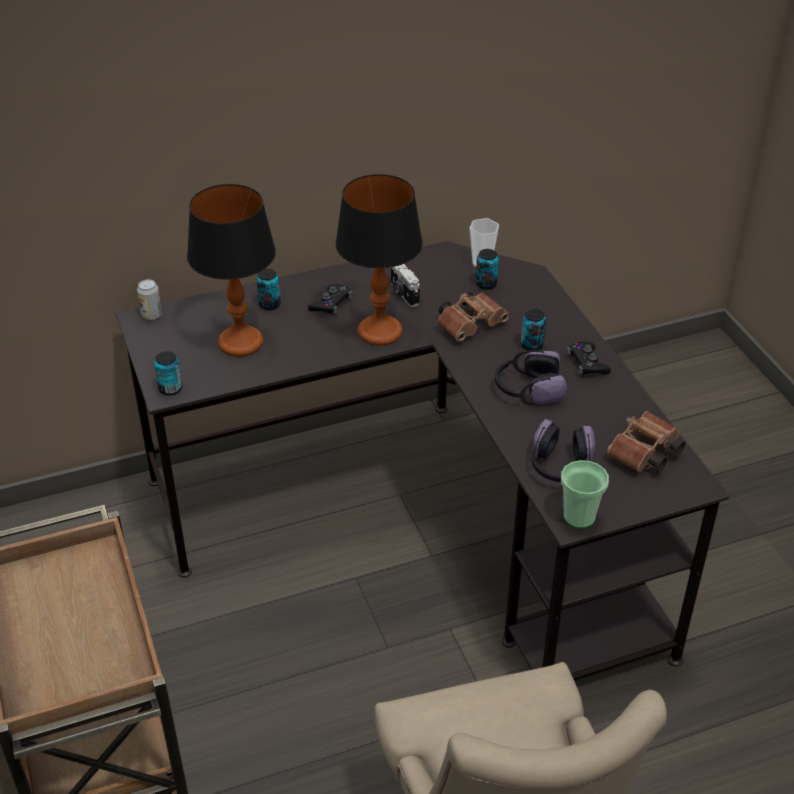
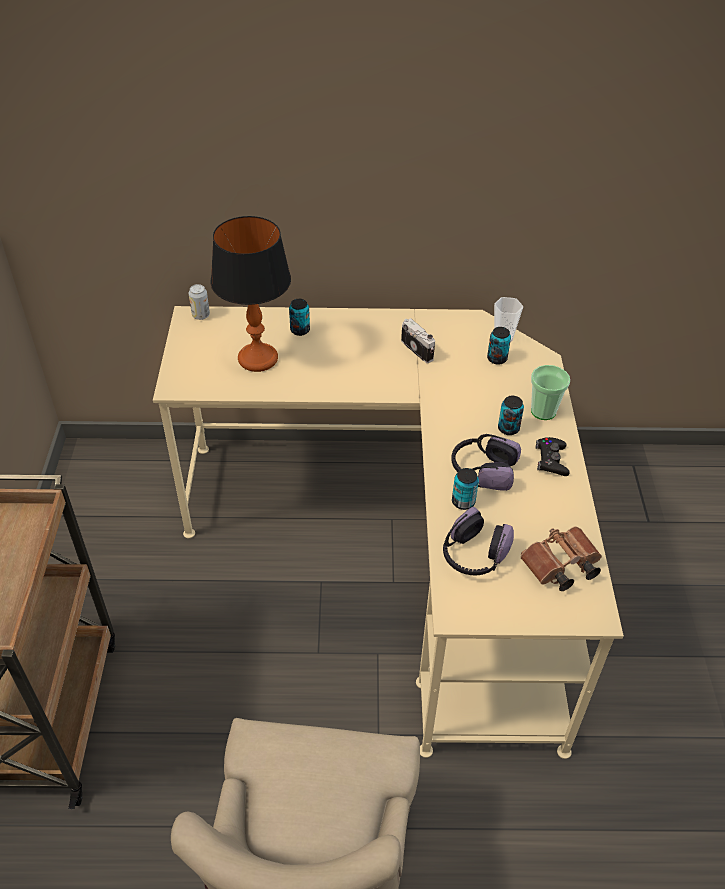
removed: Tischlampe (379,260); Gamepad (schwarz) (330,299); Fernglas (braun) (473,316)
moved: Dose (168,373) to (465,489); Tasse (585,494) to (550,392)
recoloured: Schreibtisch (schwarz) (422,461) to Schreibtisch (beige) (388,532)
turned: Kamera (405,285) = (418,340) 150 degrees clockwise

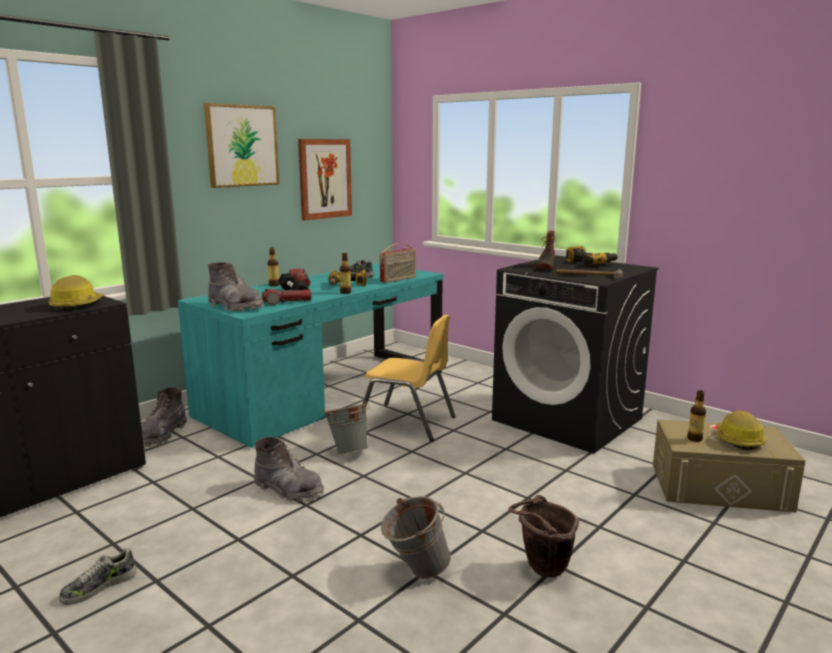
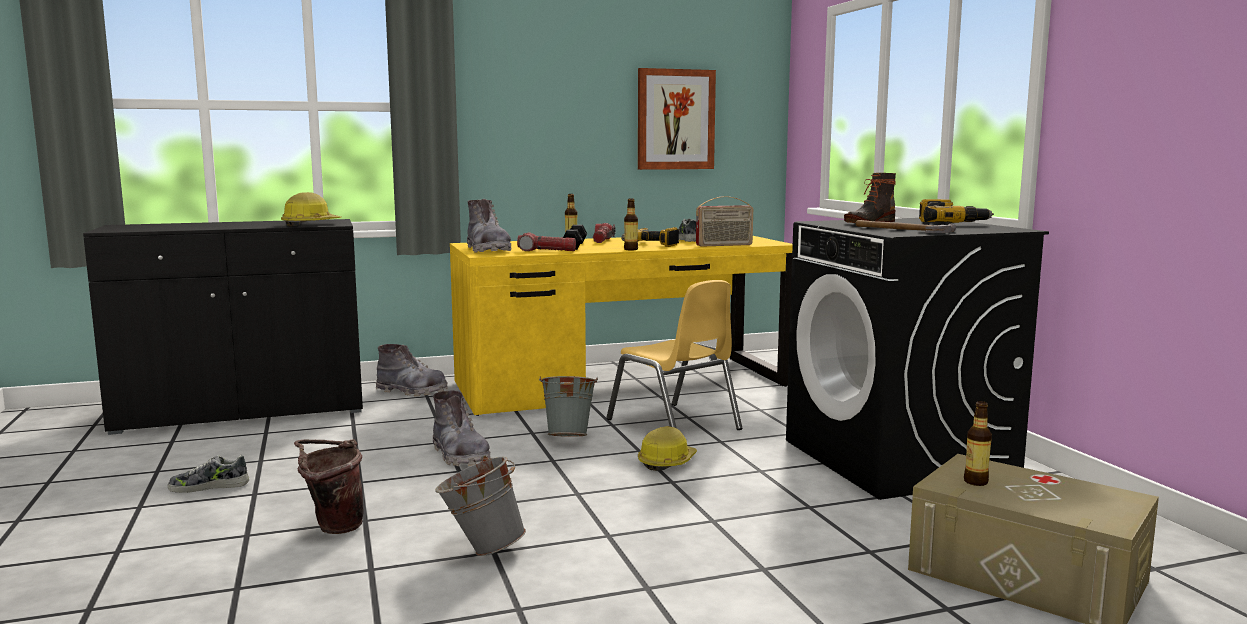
removed: Bild (241,145)
moved: Schutzhelm (741,430) to (667,448); Eimer (braun) (543,536) to (329,487)
recoloured: Schreibtisch (türkis) (310,355) to Schreibtisch (gelb) (623,326)
turned: Stiefel (grau) (164,417) = (412,370) 120 degrees counterclockwise

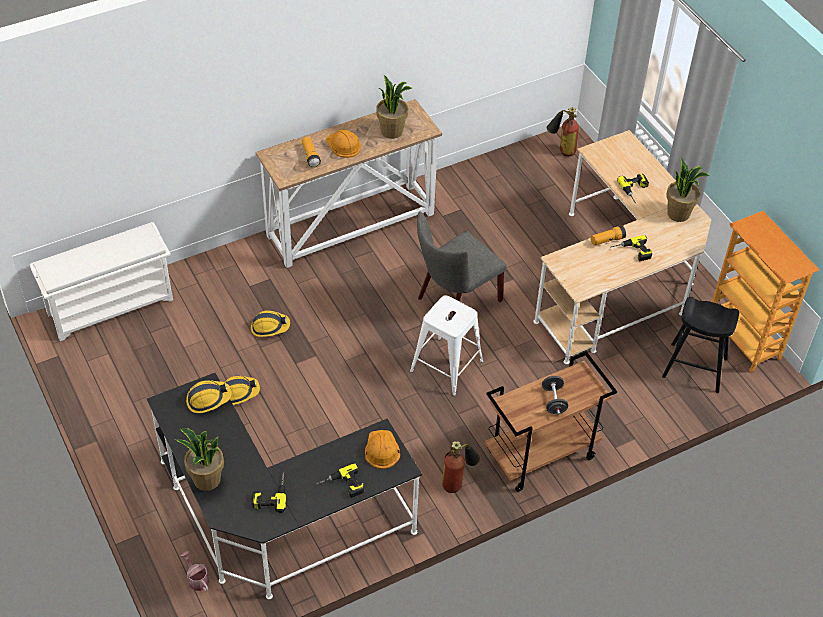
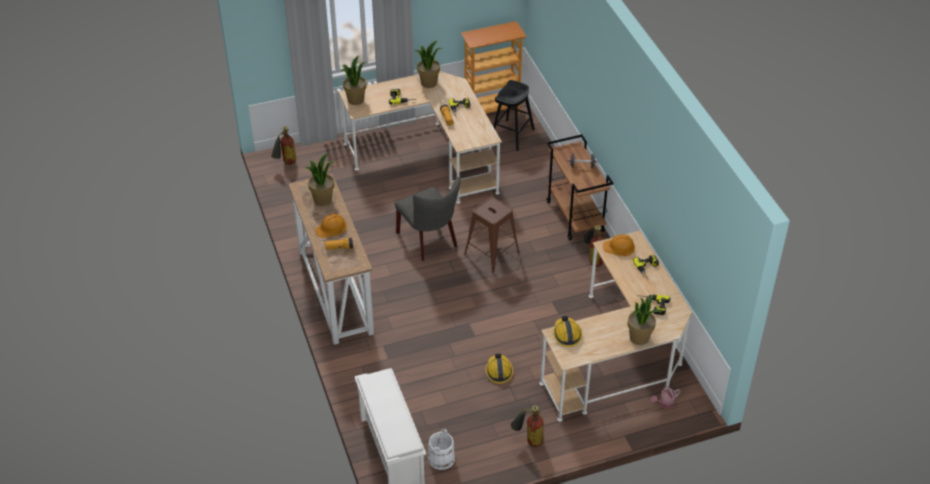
removed: Schutzhelm (270,323)
added: Topfpflanze (353,80); Feuerlöscher (527,426); Eimer (weiß) (441,449)
recoloured: Hocker (weiß) (446,345) to Hocker (braun) (491,235); Schreibtisch (schwarz) (284,486) to Schreibtisch (beige) (615,326)

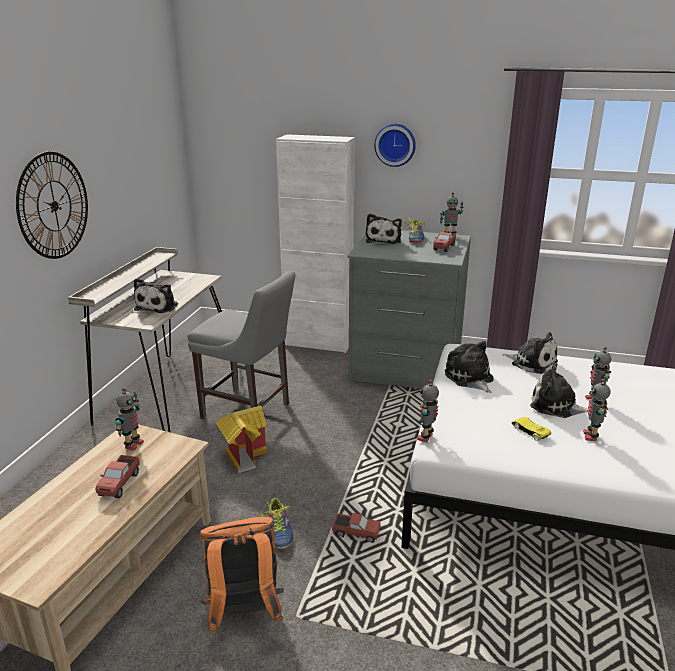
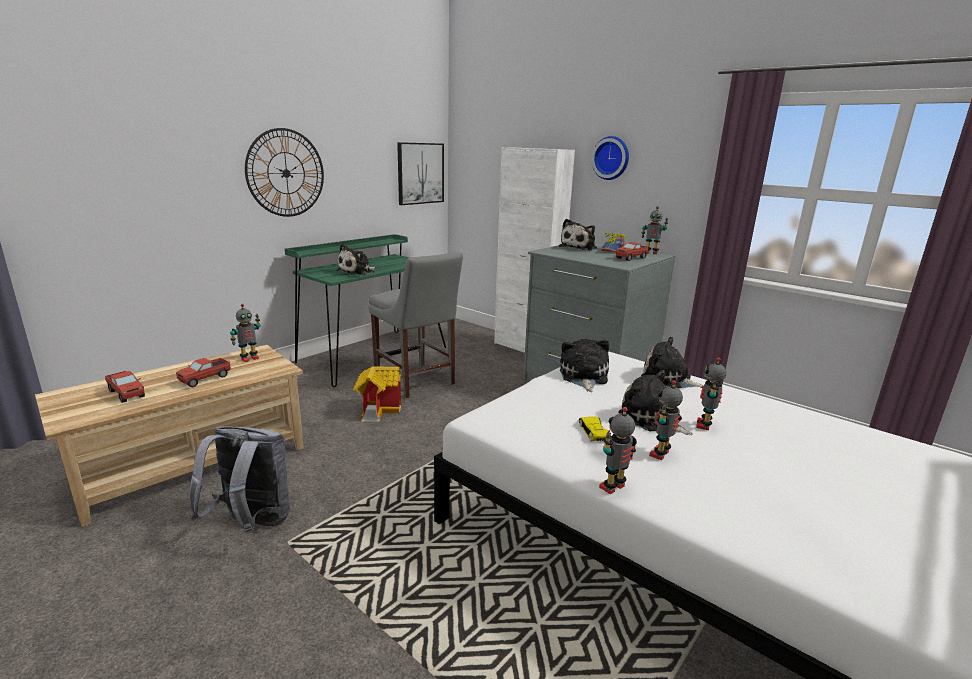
removed: Schuh (277,524)
added: Bild (420,173)
moved: Spielzeugroboter (428,411) to (618,450); Spielzeuglaster (356,528) to (125,387)
recoloured: Schreibtisch (beige) (145,340) to Schreibtisch (grün) (365,311); Rucksack (orange) (242,575) to Rucksack (grau) (239,480)
turned: Plüschtier (530,353) = (672,362) 150 degrees clockwise

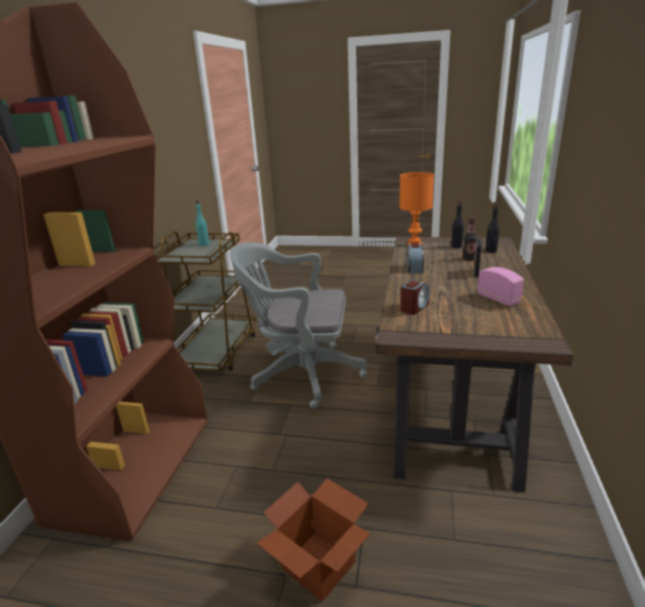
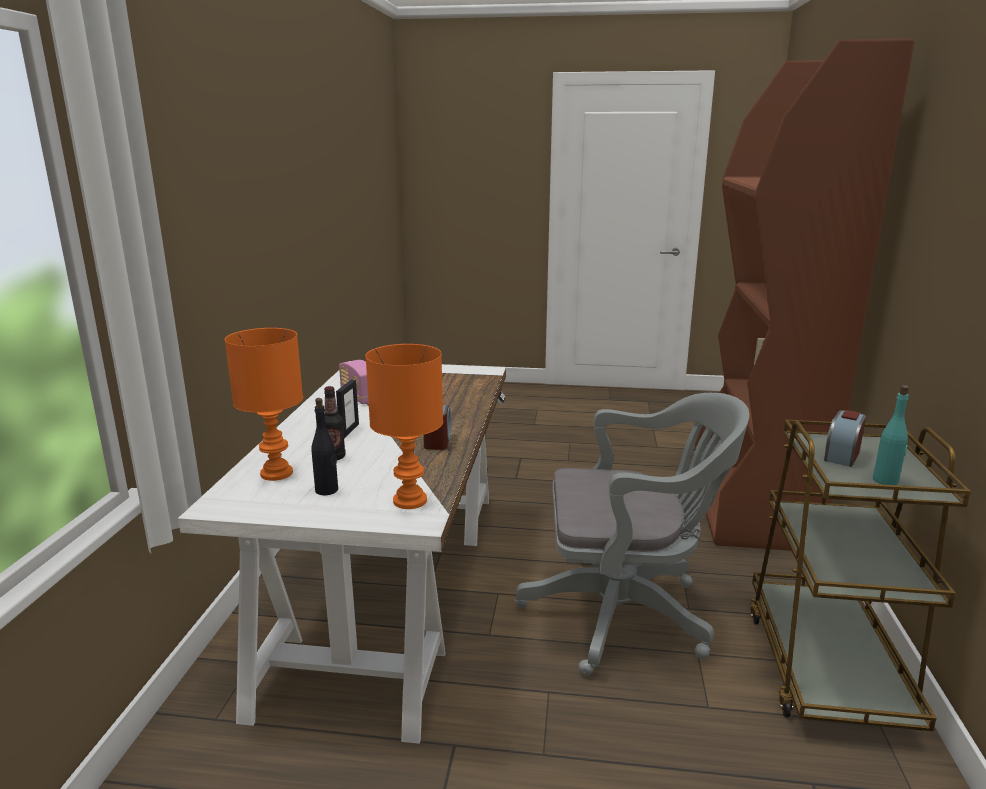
removed: Karton (314,540)
moved: Wecker (415,297) to (845,438)
replaced: Flasche (schwarz) (492,228) to Tischlampe (orange) (264,404)
recoloured: Schreibtisch (braun) (474,365) to Schreibtisch (weiß) (342,552)

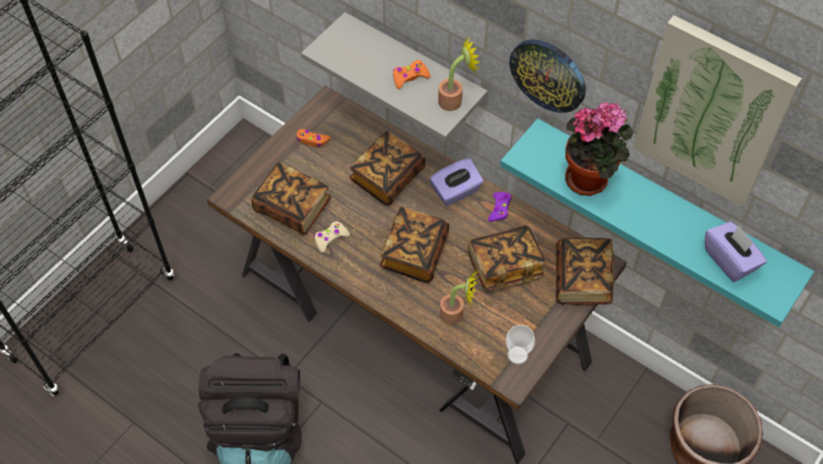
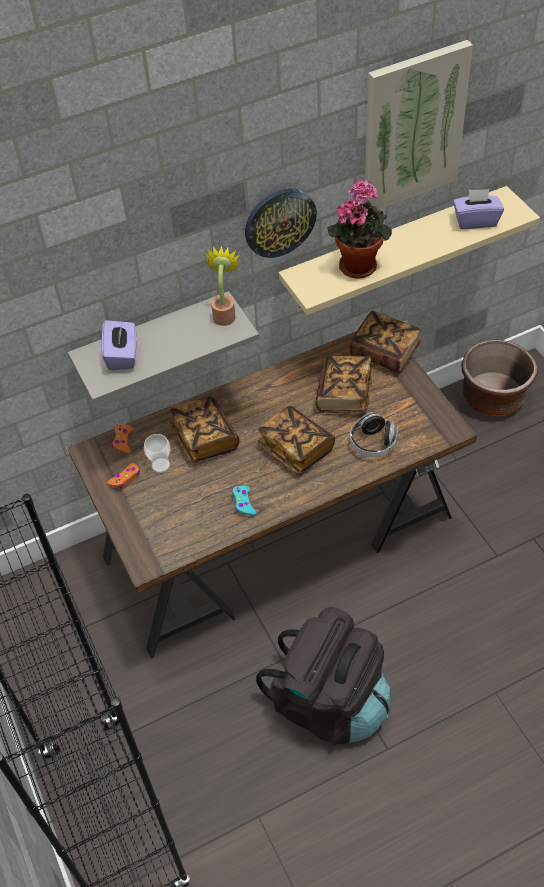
removed: Buch (291,198); Gamepad (lila) (499,207)
moved: Gamepad (orange) (411,74) to (123,439); Taschentuchbox (lila) (457,182) to (119,345); Tasse (520,345) to (157,453)
replaced: Topfpflanze (459,297) to Kopfhörer (374,434)
recoloured: Wandregal (türkis) (657,222) to Wandregal (beige) (409,250); Gamepad (beige) (332,237) to Gamepad (türkis) (244,501)

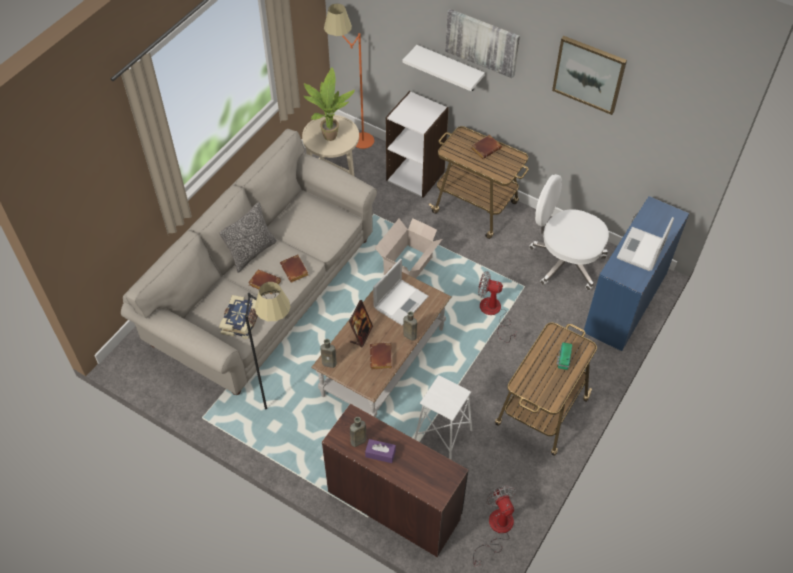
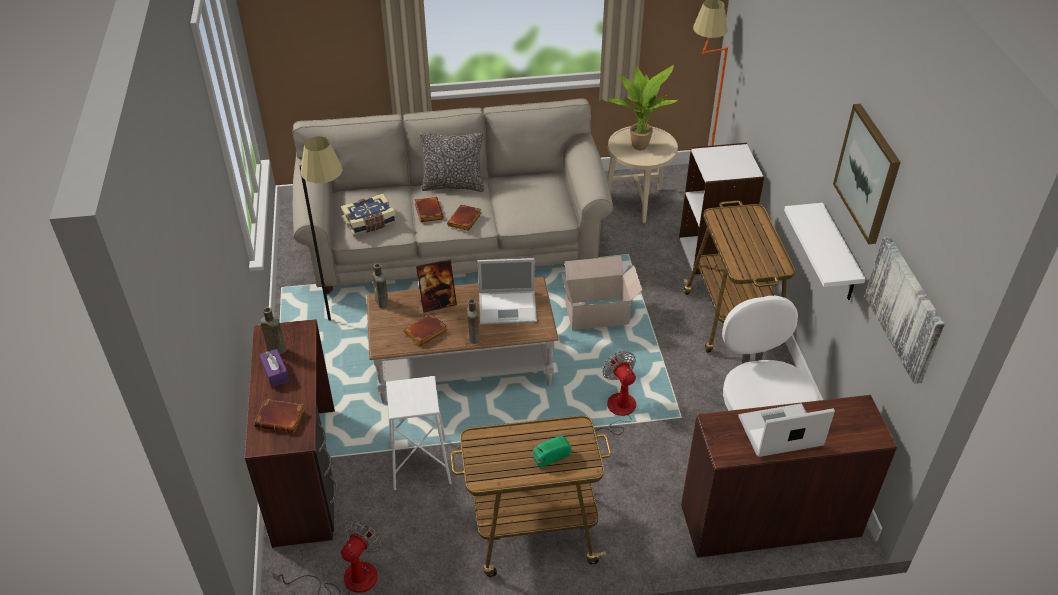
moved: Bild (482,43) to (905,310); Wandregal (weiß) (444,68) to (825,251); Buch (braun) (486,147) to (279,416)
recoloured: Schreibtisch (blau) (636,273) to Schreibtisch (braun) (789,476)

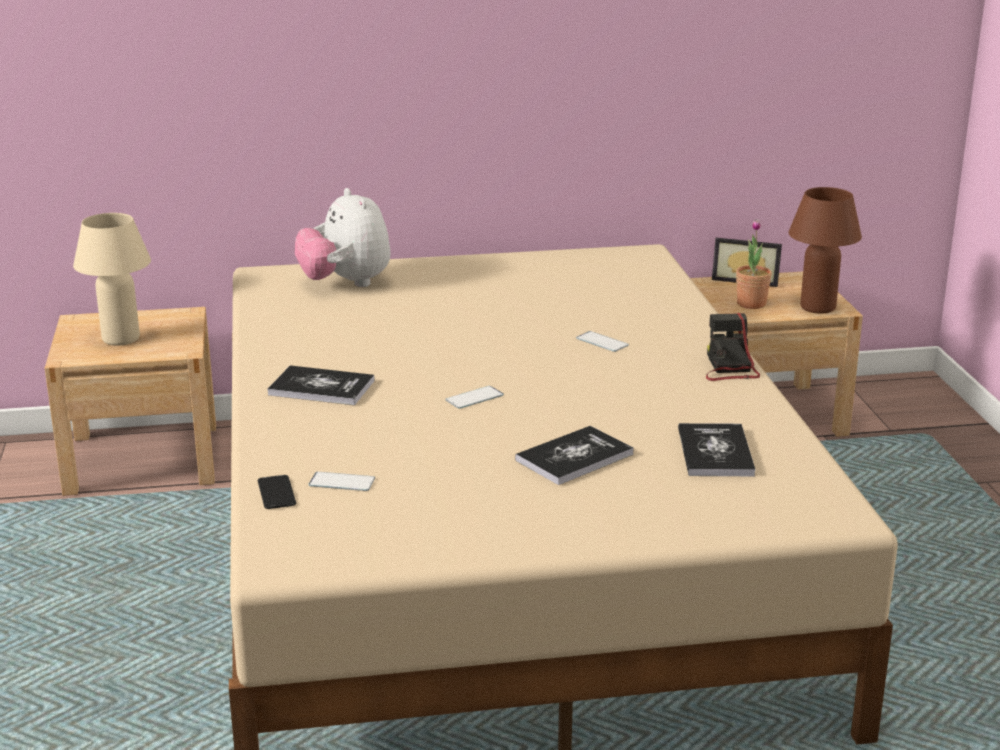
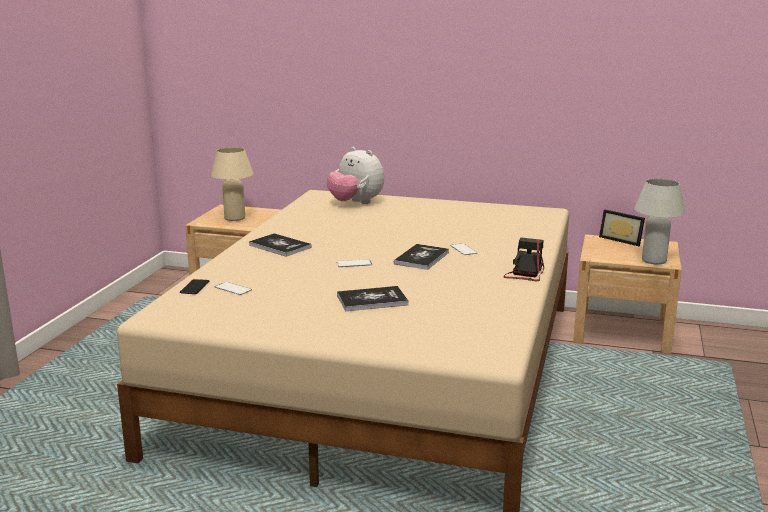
removed: Topfpflanze (754,264)
moved: Buch (717,449) to (421,257)
recoloured: Tischlampe (braun) (825,250) to Tischlampe (weiß) (660,221)
turned: Plüschtier (343,237) = (355,175) 45 degrees counterclockwise

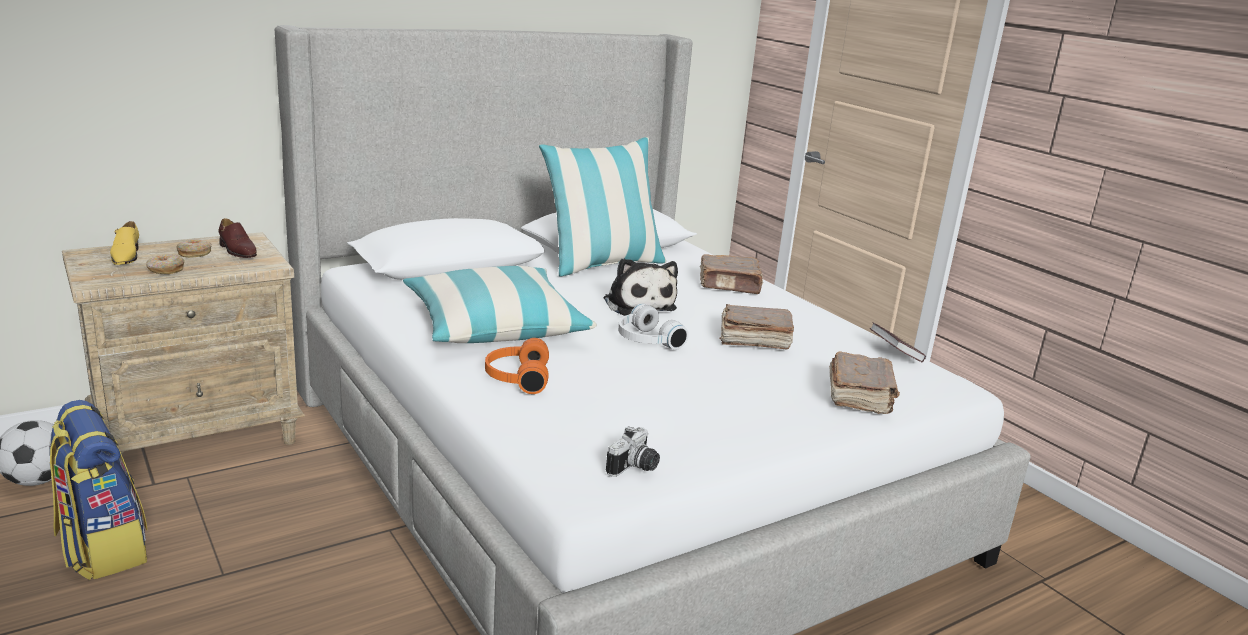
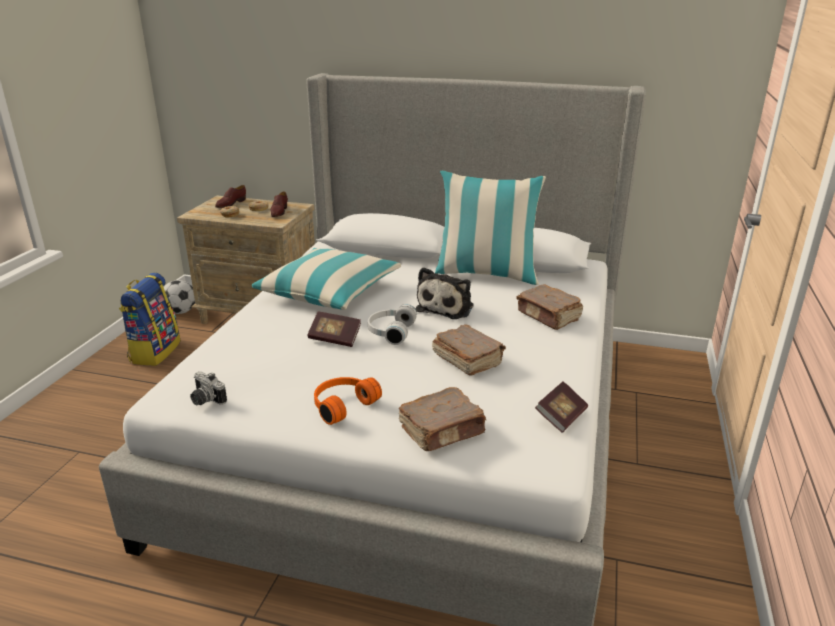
added: Buch (334,329)
moved: Kopfhörer (orange) (517,366) to (348,401)
recoloured: Schuh (gelb) (124,243) to Schuh (braun) (230,196)
turned: Kamera (633,451) = (208,388) 45 degrees clockwise

